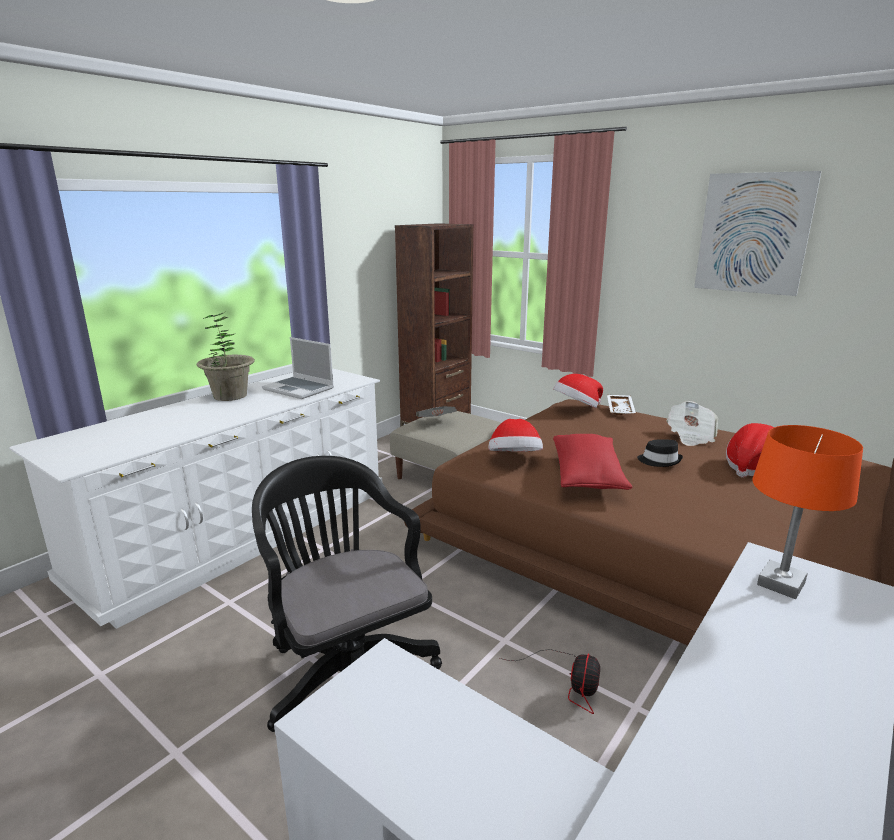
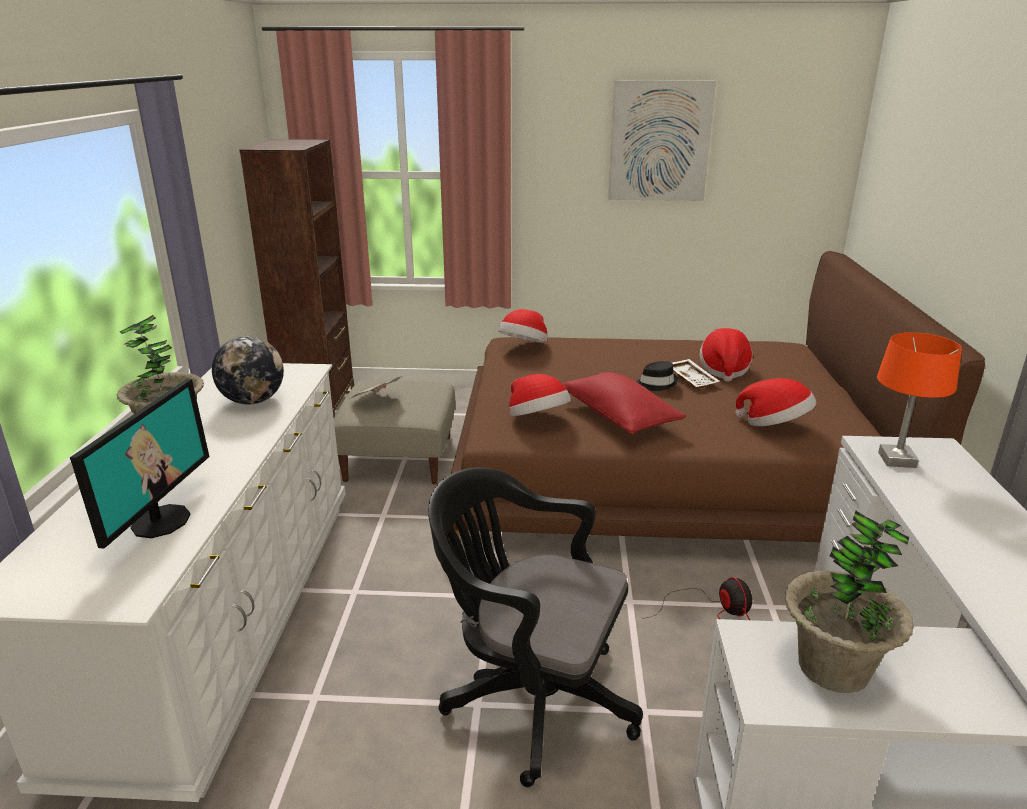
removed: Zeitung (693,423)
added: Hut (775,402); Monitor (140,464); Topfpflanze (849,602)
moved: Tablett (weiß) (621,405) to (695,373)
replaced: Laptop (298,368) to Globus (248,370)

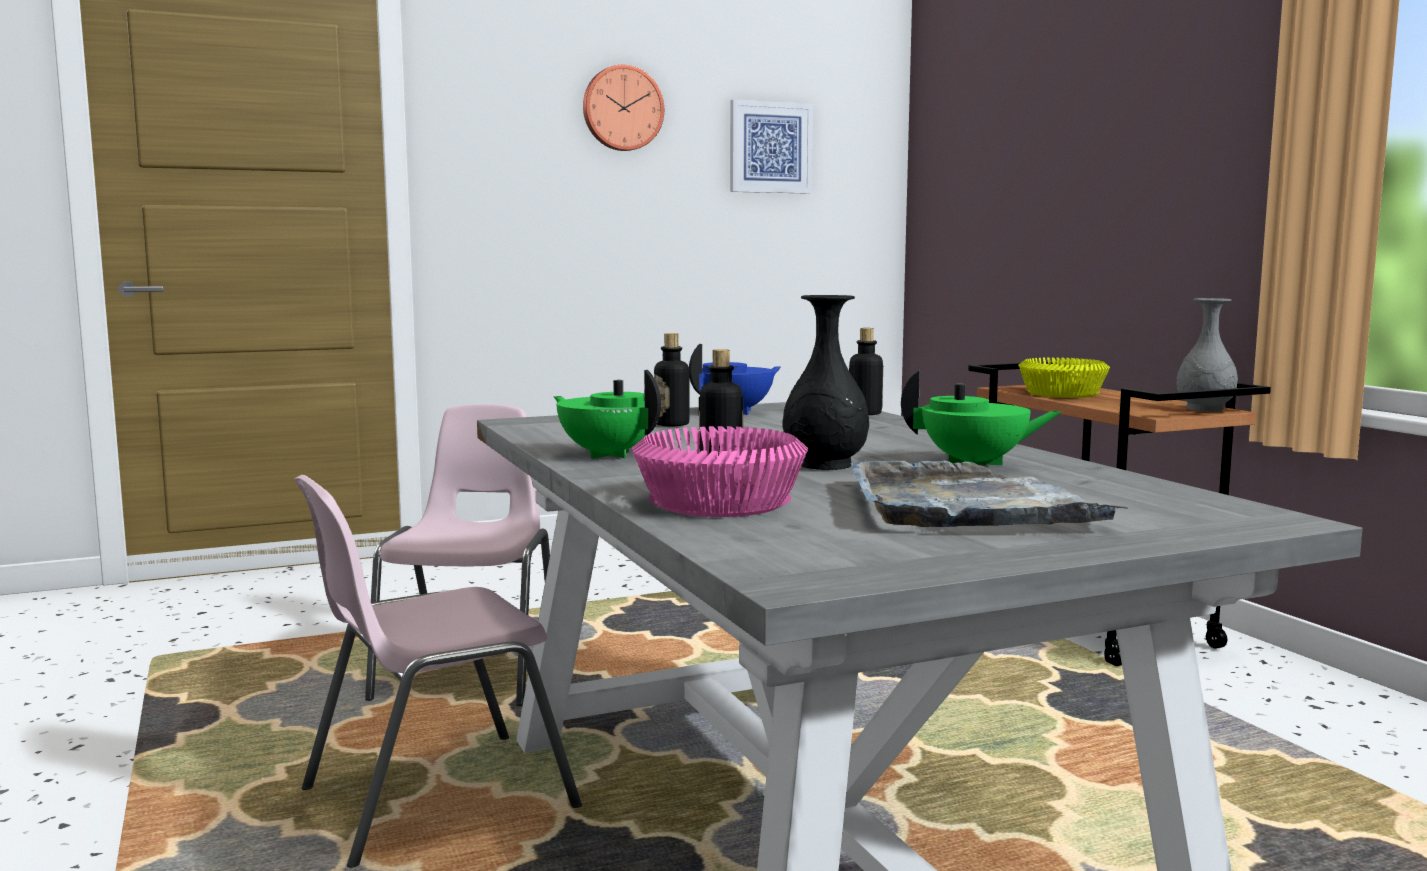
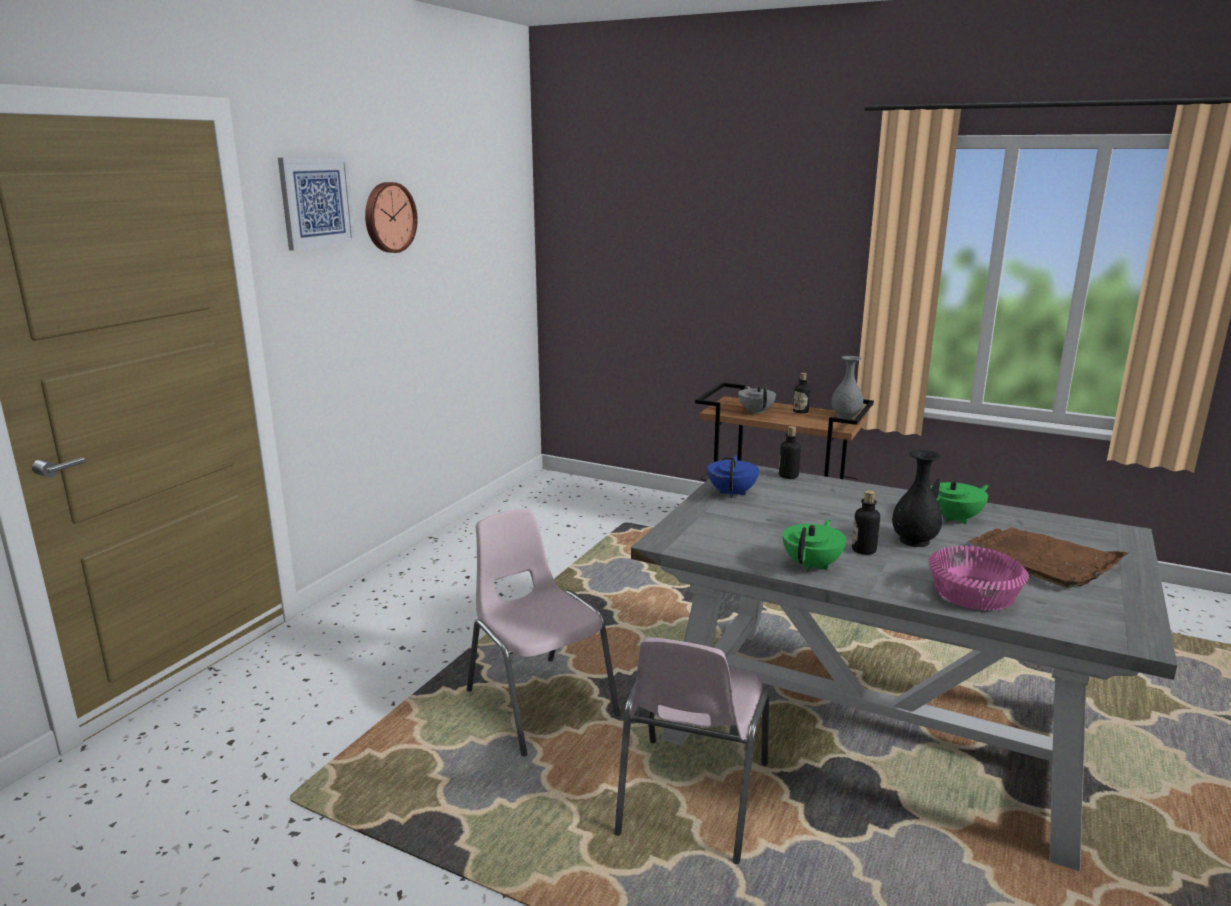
moved: Bild (771,147) to (317,204); Flasche (671,379) to (801,393)
replaced: Schüssel (gelb) (1064,377) to Teekanne (grau) (757,400)
recoloured: Tablett (grau) (989,493) to Tablett (braun) (1048,557)
turned: Teekanne (grün) (607,414) = (814,545) 120 degrees clockwise

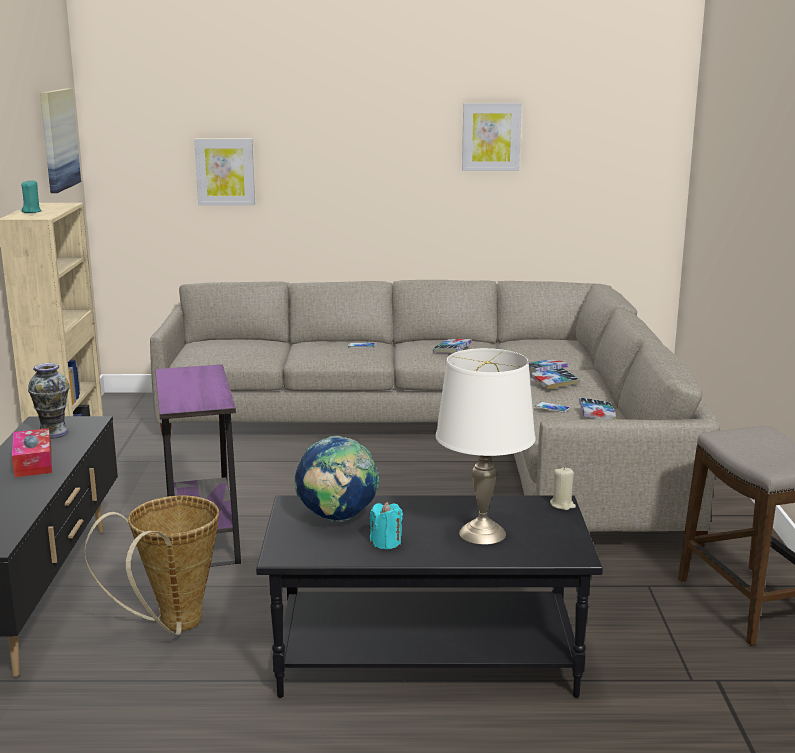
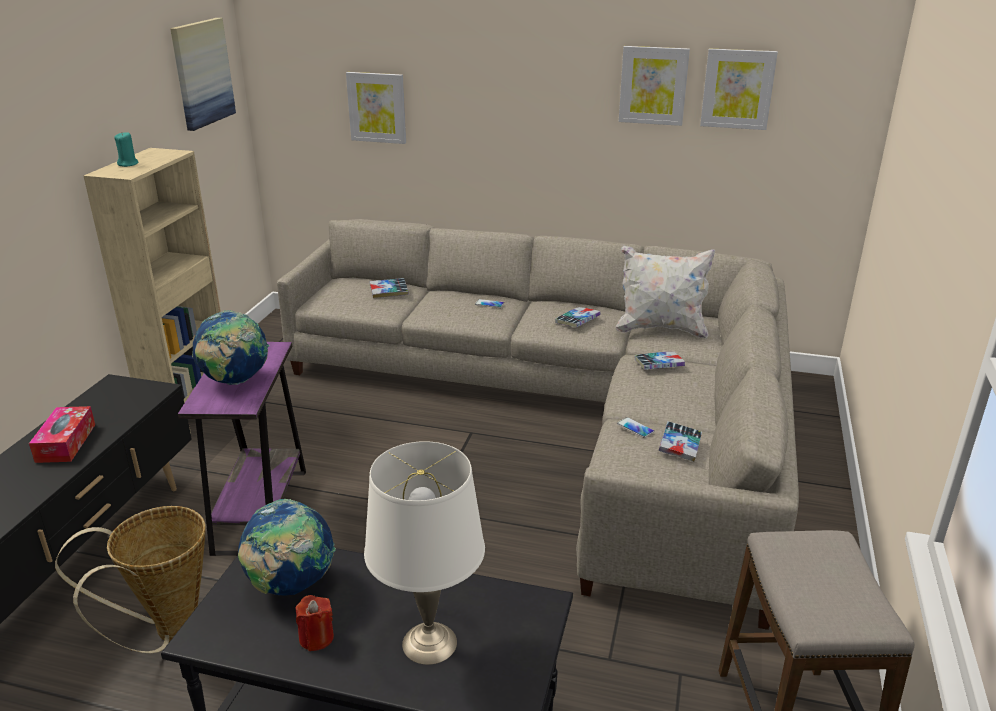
removed: Vase (49,401); Kerze (beige) (563,488)
added: Bild (739,89); Kissen (weiß) (665,292); Globus (230,347)
moved: Buch (555,379) to (388,288)
recoloured: Kerze (türkis) (386,526) to Kerze (rot) (314,623)

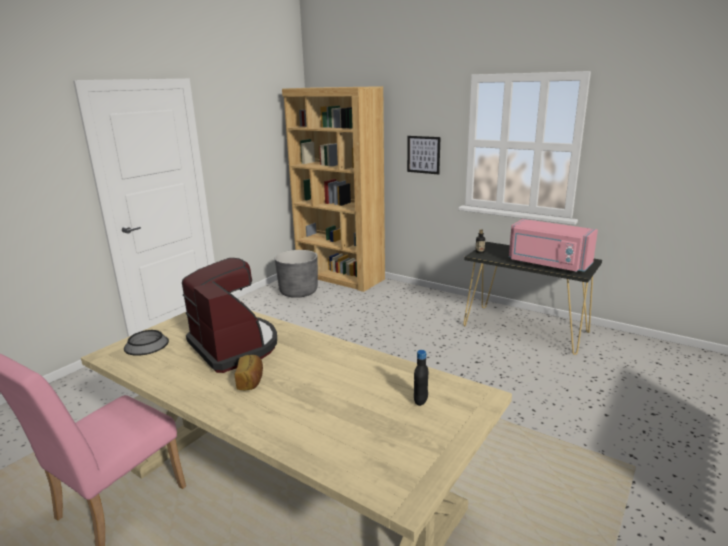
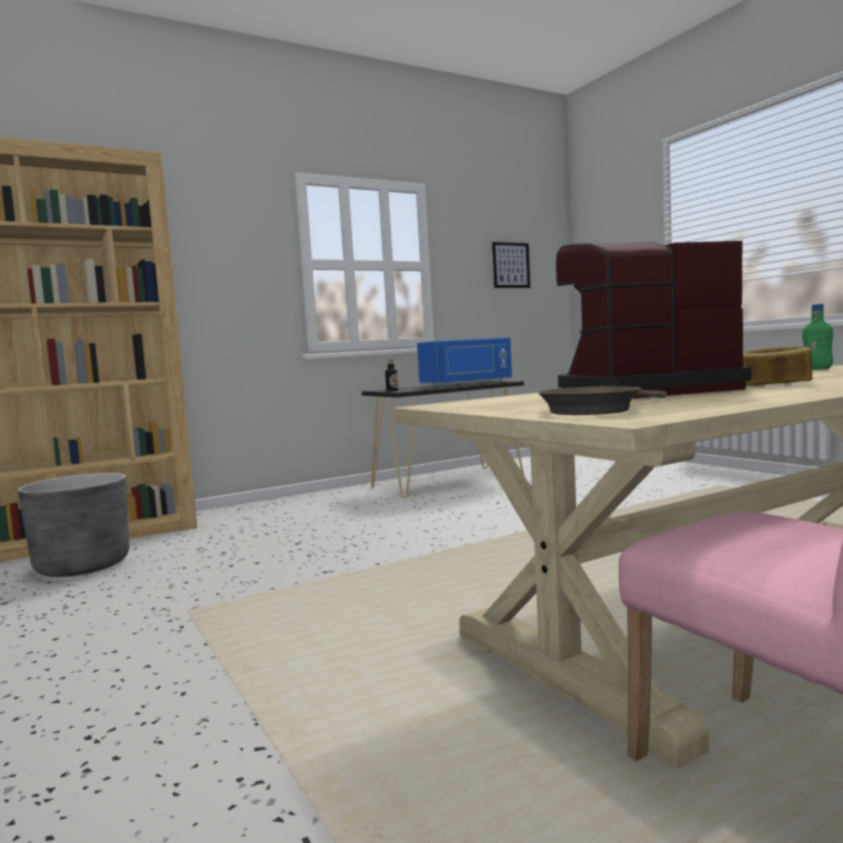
moved: Bild (423,155) to (511,265)
replaced: Schüssel (146,343) to Pfanne (braun) (602,400)
recoloured: Mikrowelle (rosa) (553,245) to Mikrowelle (blau) (464,362); Flasche (schwarz) (421,378) to Flasche (grün) (817,337)

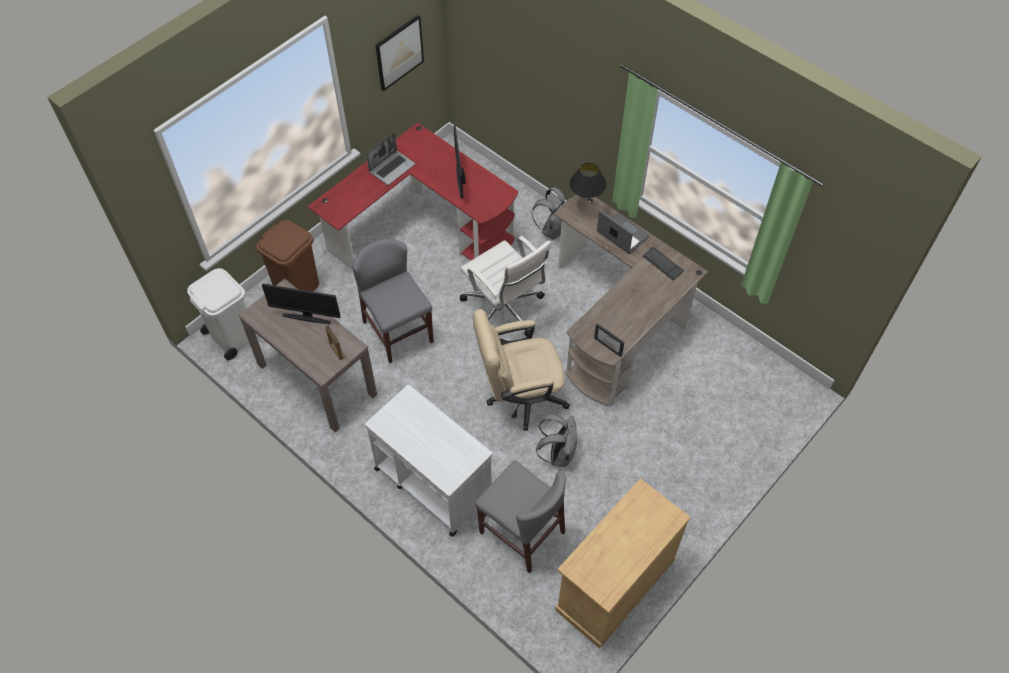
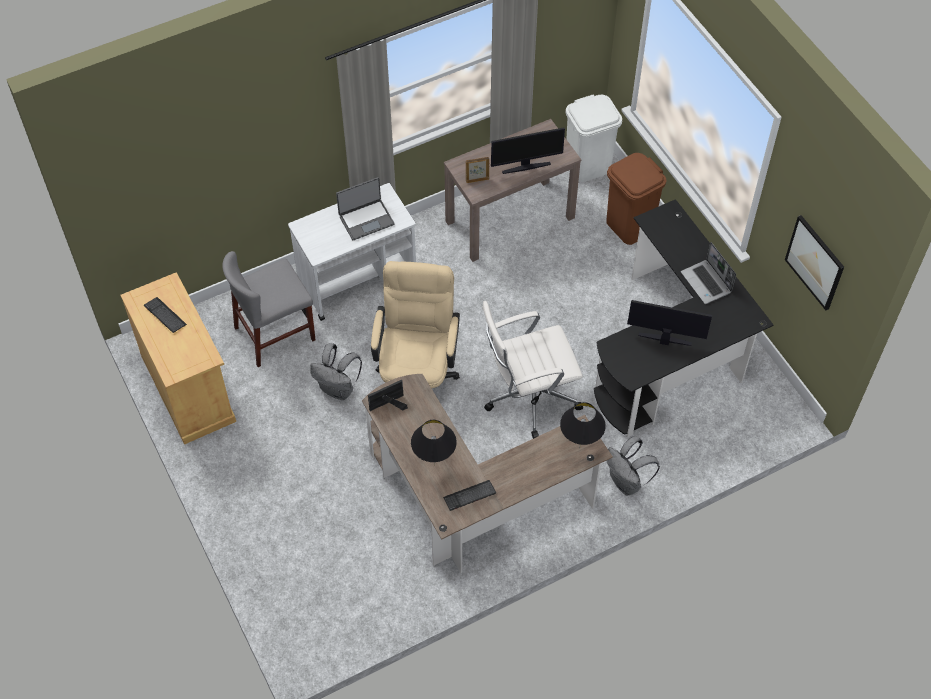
removed: Stuhl (grau) (393,301)
added: Tastatur (165,315); Tischlampe (schwarz) (434,443)
moved: Laptop (623,232) to (365,208)
recoloured: Schreibtisch (rot) (413,196) to Schreibtisch (schwarz) (684,318)
turned: Monitor (301,303) = (528,150) 135 degrees counterclockwise

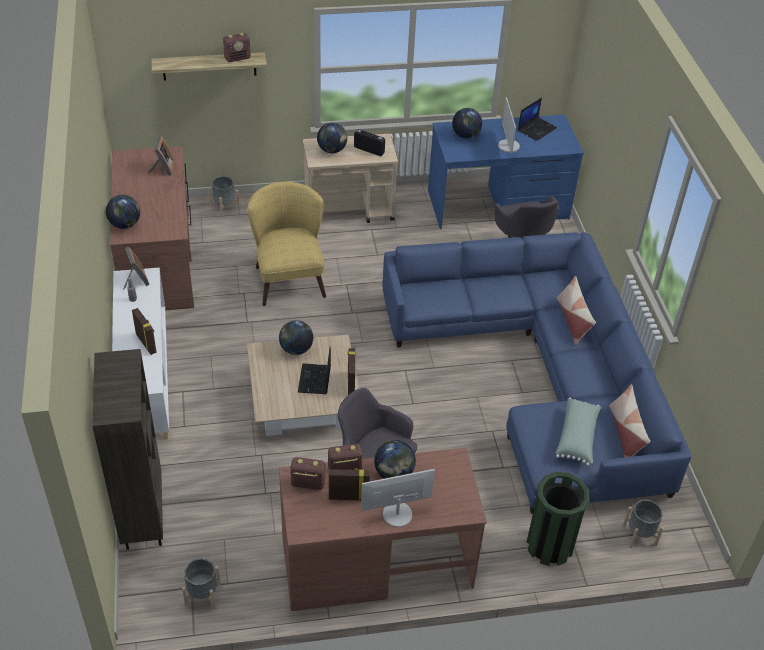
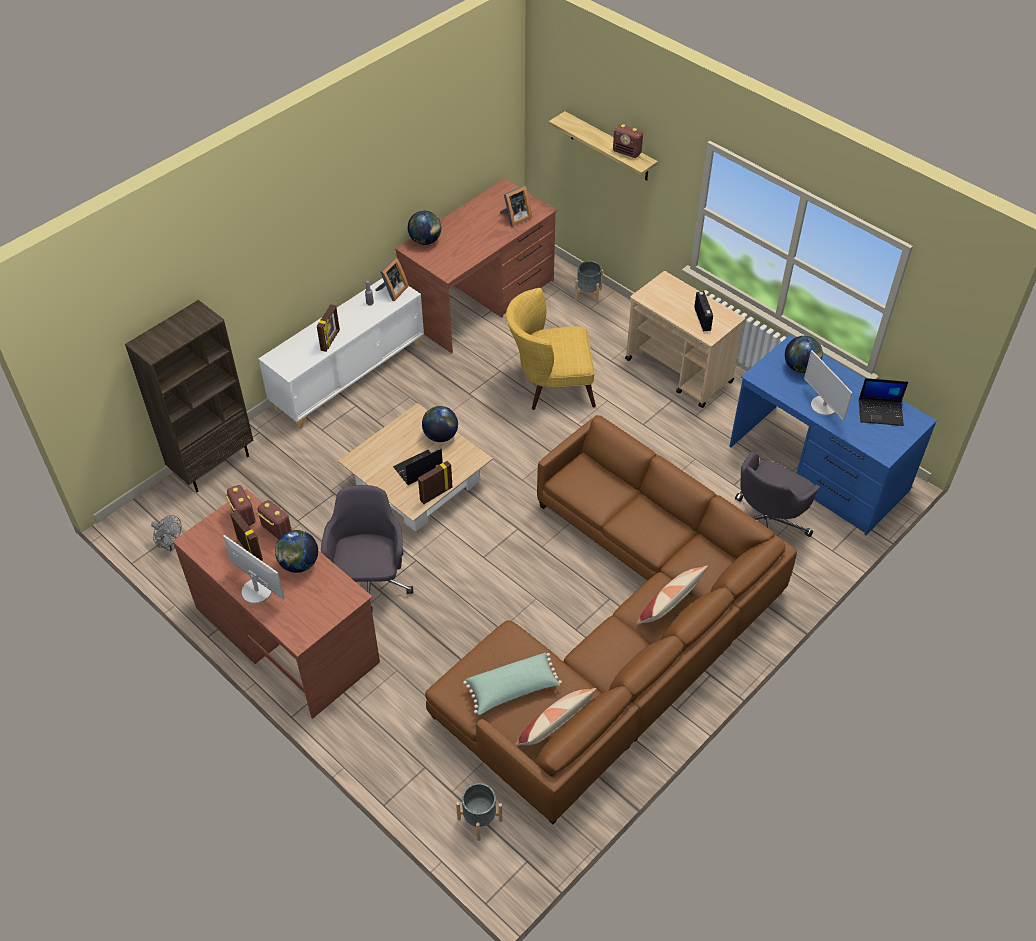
removed: Globus (332,138); Mülleimer (grün) (558,519)
replaced: Pflanzkübel (grau) (201,584) to Ventilator (grau) (166,533)
recoloured: Sofa (blau) (537,373) to Sofa (braun) (611,619)
turned: Monitor (509,125) = (828,385) 75 degrees counterclockwise; Sessel (gelb) (286,244) = (551,349) 135 degrees counterclockwise

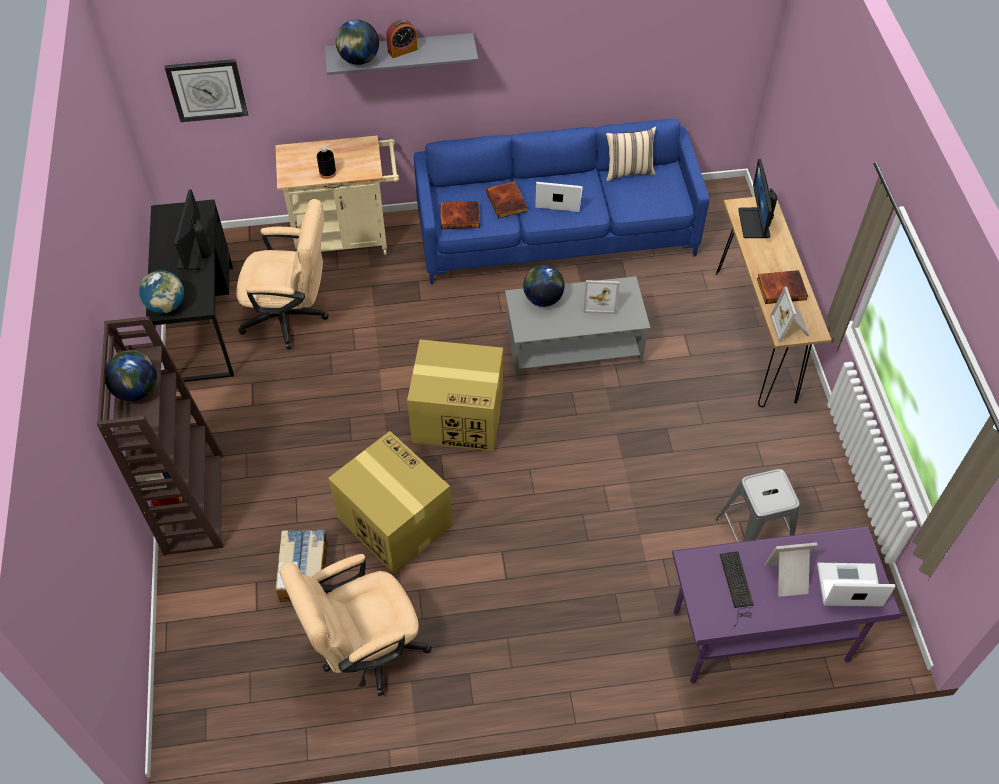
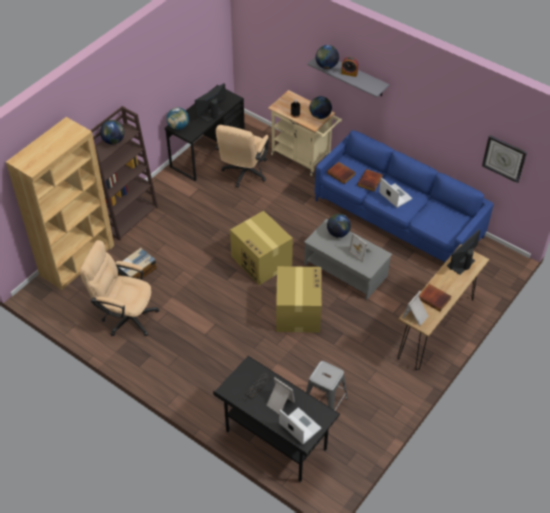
removed: Kissen (beige) (631,153)
added: Globus (320,107); Bücherregal (braun) (60,203)
moved: Wanduhr (206,90) to (504,159); Karton (390,502) to (299,299)
recoloured: Schreibtisch (lila) (787,605) to Schreibtisch (schwarz) (276,419)
turned: Bürostuhl (beige) (282,274) = (242,156) 60 degrees clockwise

